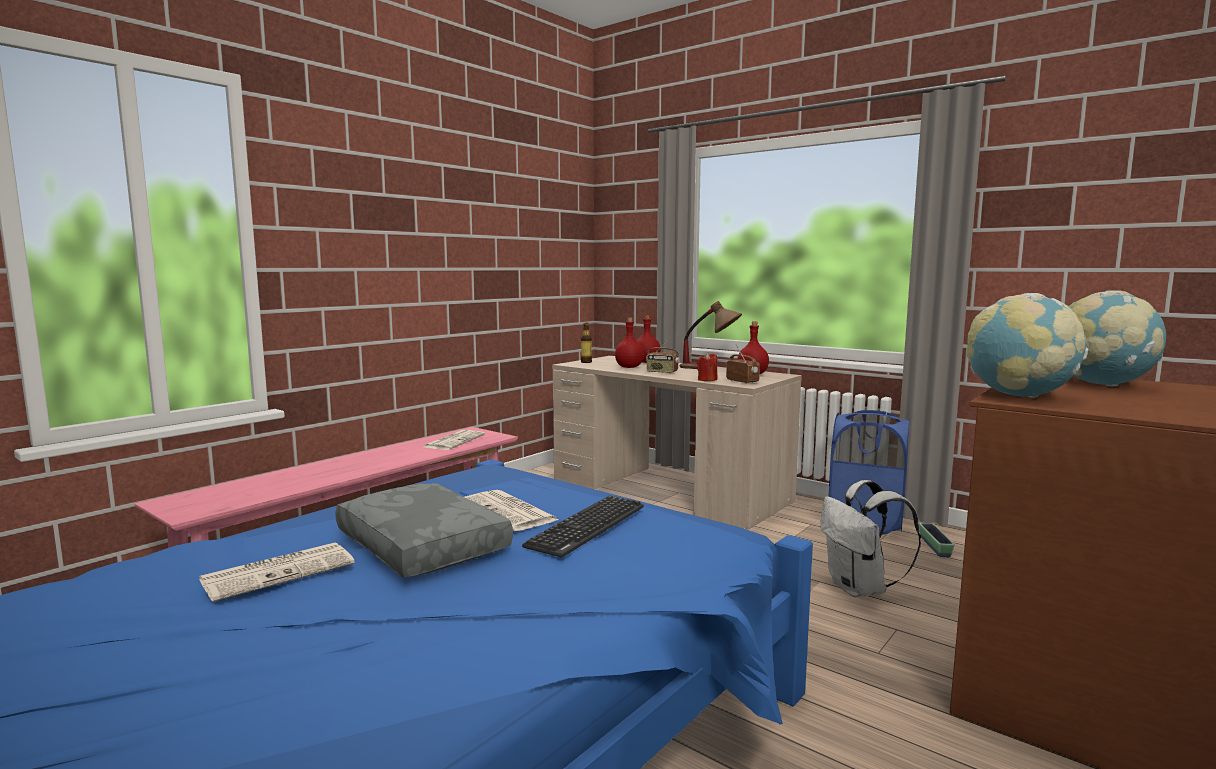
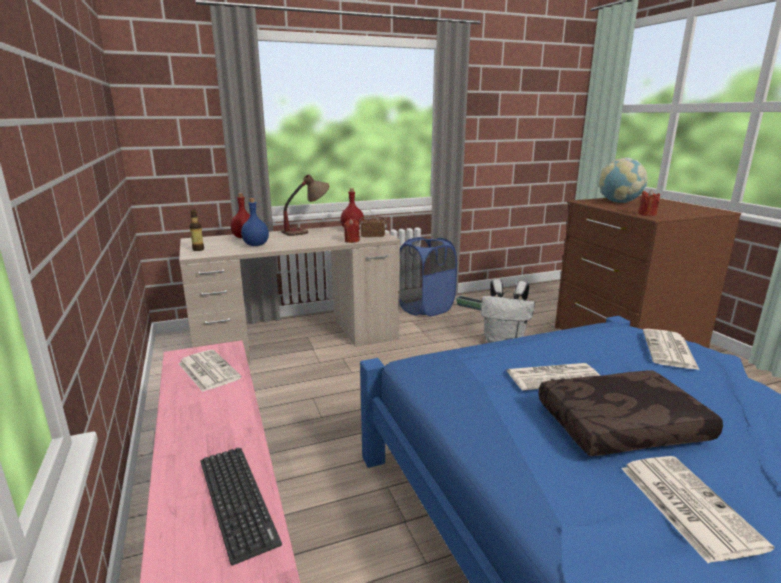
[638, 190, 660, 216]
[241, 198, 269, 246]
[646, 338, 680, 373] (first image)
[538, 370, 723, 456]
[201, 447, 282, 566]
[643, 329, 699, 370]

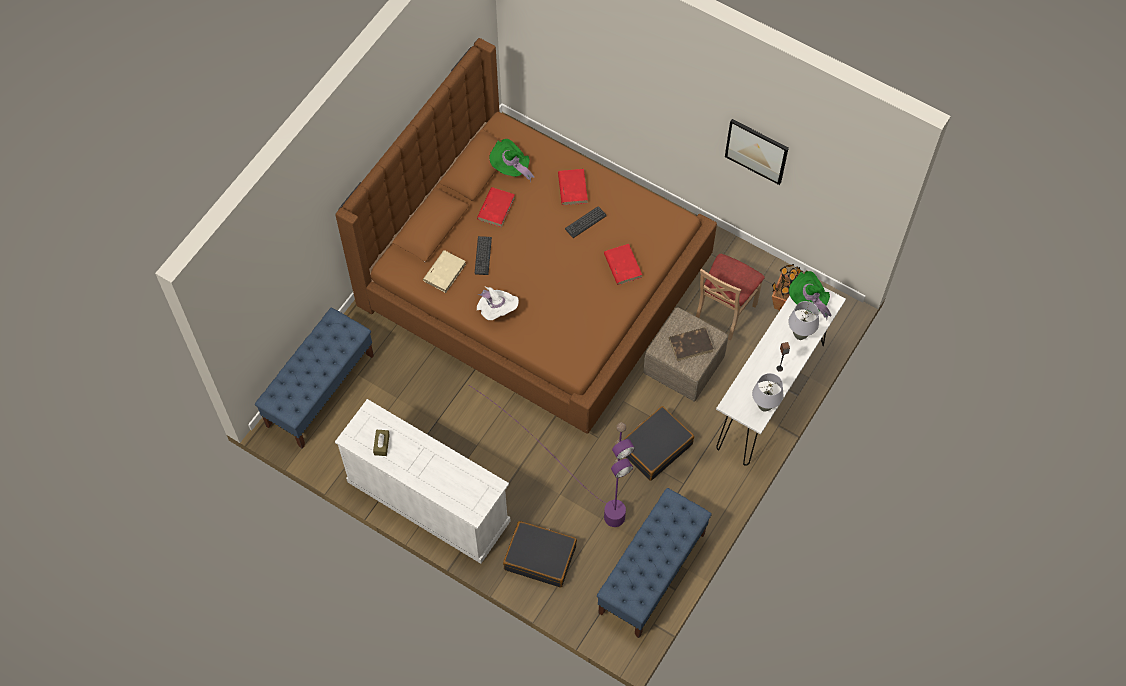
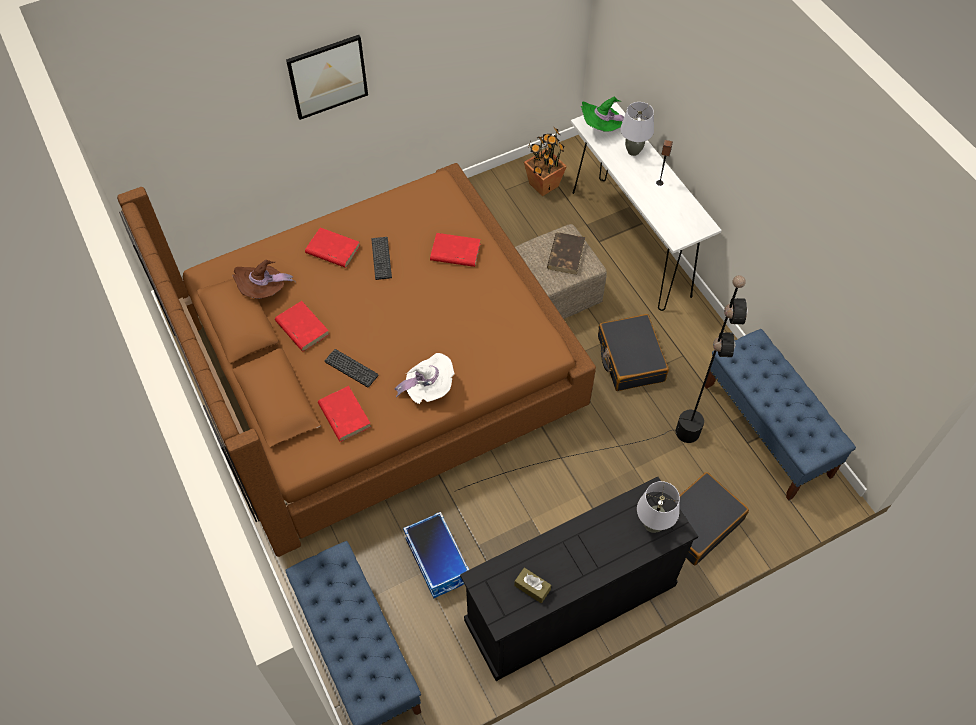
[286, 35, 368, 120]
[232, 260, 296, 298]
[318, 386, 371, 442]
[696, 254, 765, 340] (first image)
[637, 481, 680, 533]
[456, 275, 748, 491]
[460, 477, 698, 681]
[403, 512, 469, 598]

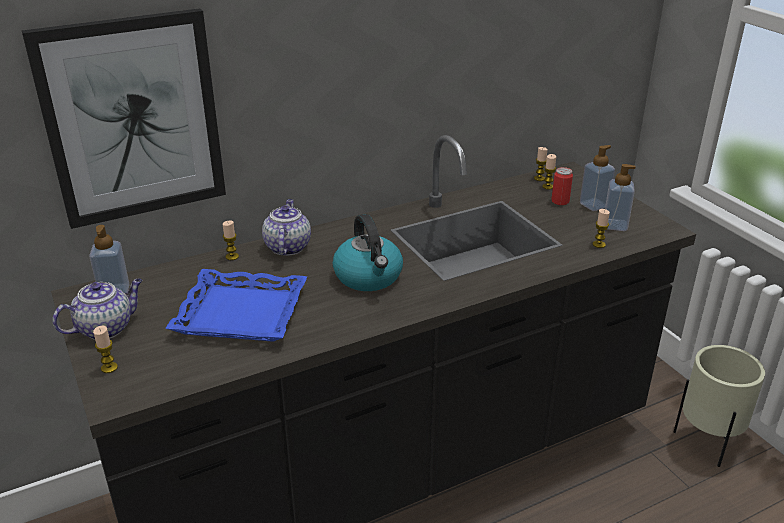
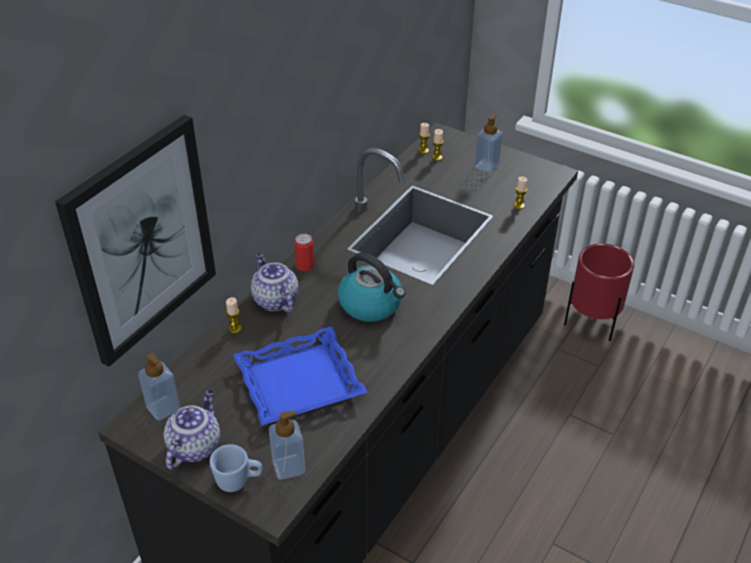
[269, 411, 305, 480]
[294, 233, 314, 271]
[210, 444, 262, 492]
[564, 244, 634, 341]

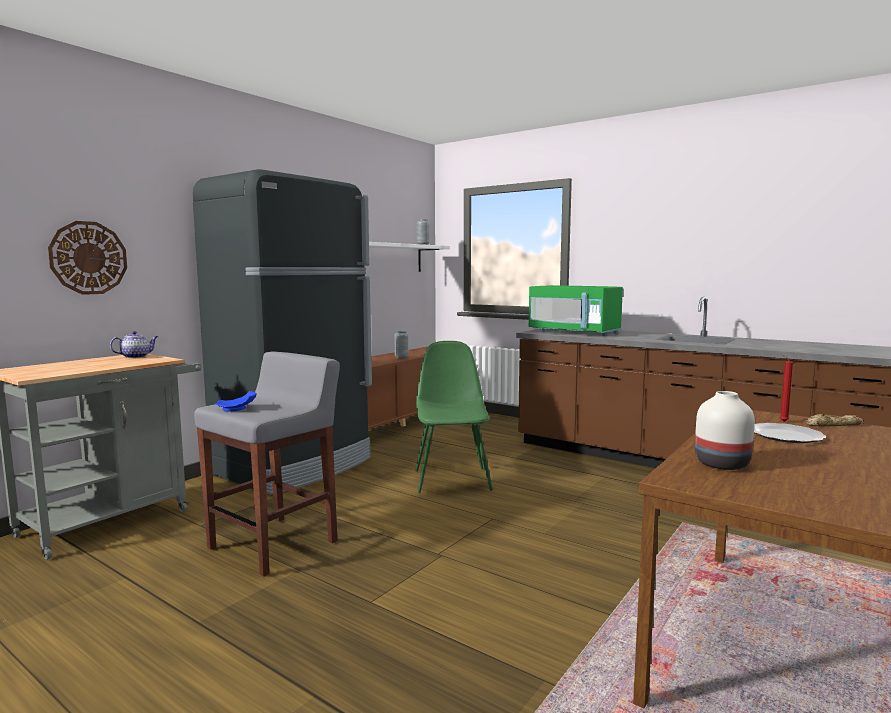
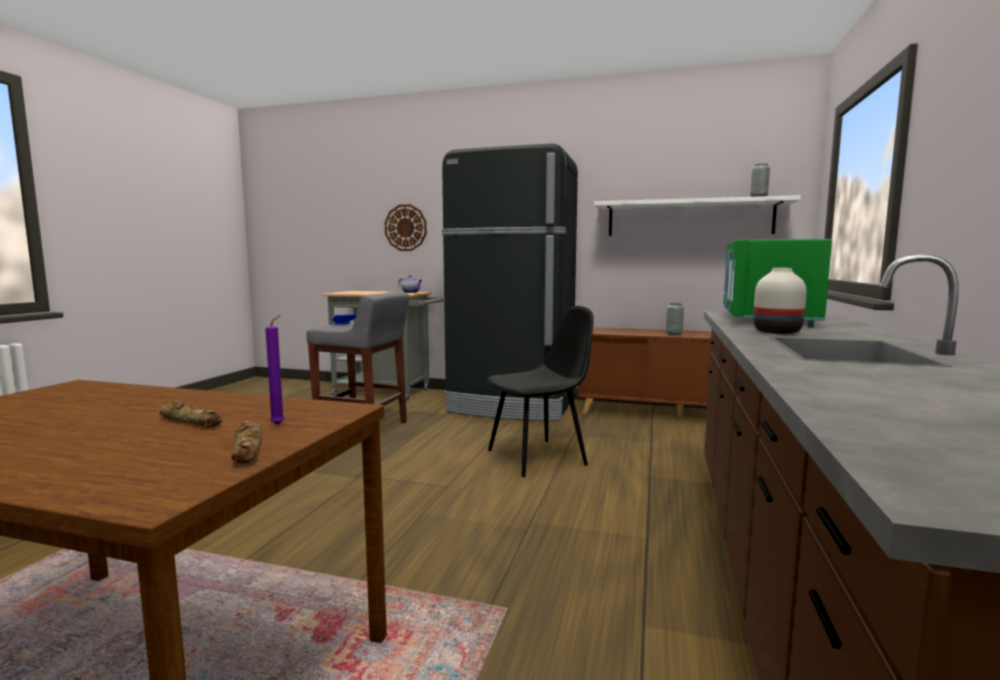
[487, 306, 594, 477]
[266, 315, 285, 425]
[753, 268, 807, 334]
[160, 401, 222, 427]

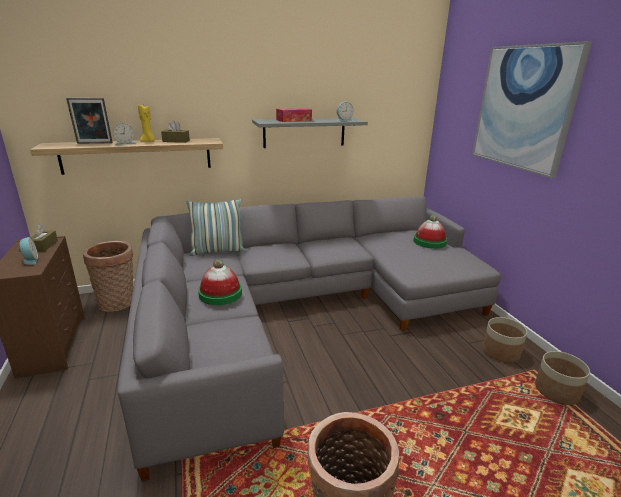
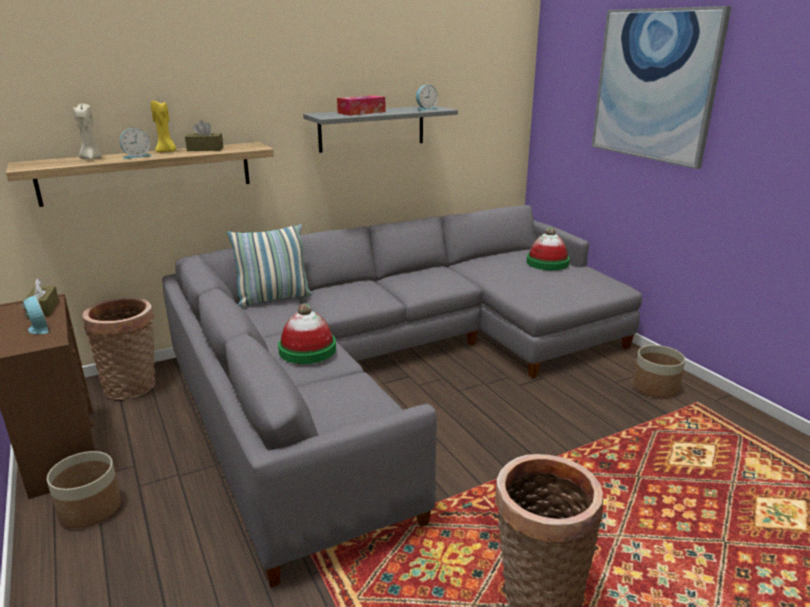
[73, 104, 102, 159]
[47, 451, 121, 529]

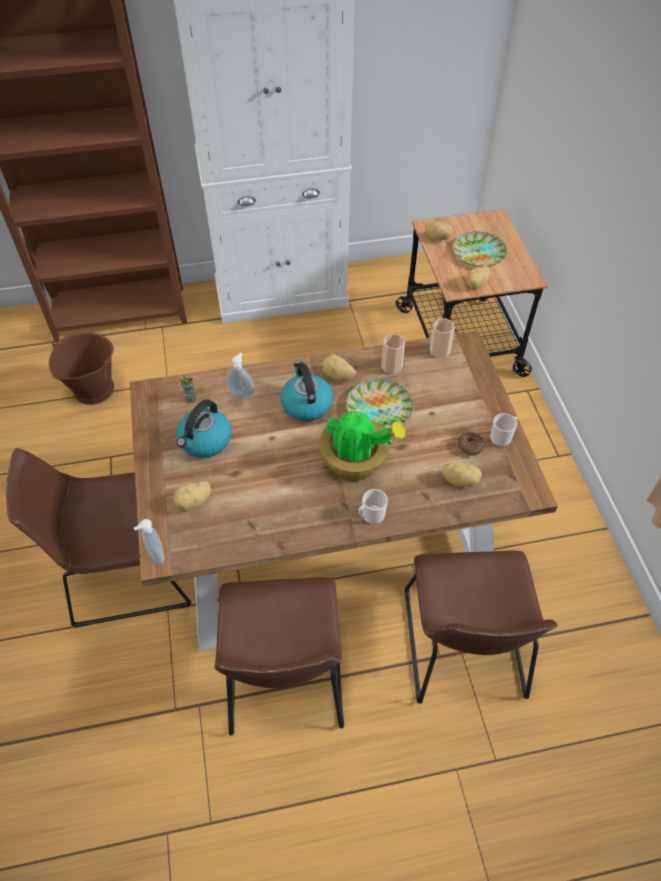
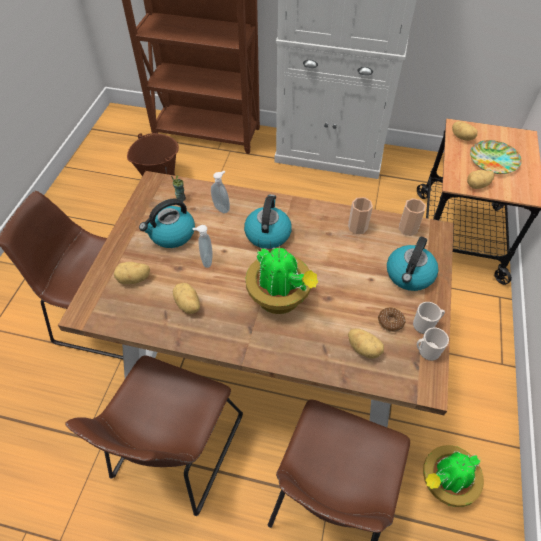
[173, 283, 200, 314]
[346, 379, 414, 429] (first image)
[417, 327, 449, 361]
[193, 225, 212, 268]
[387, 237, 439, 291]
[423, 445, 484, 507]

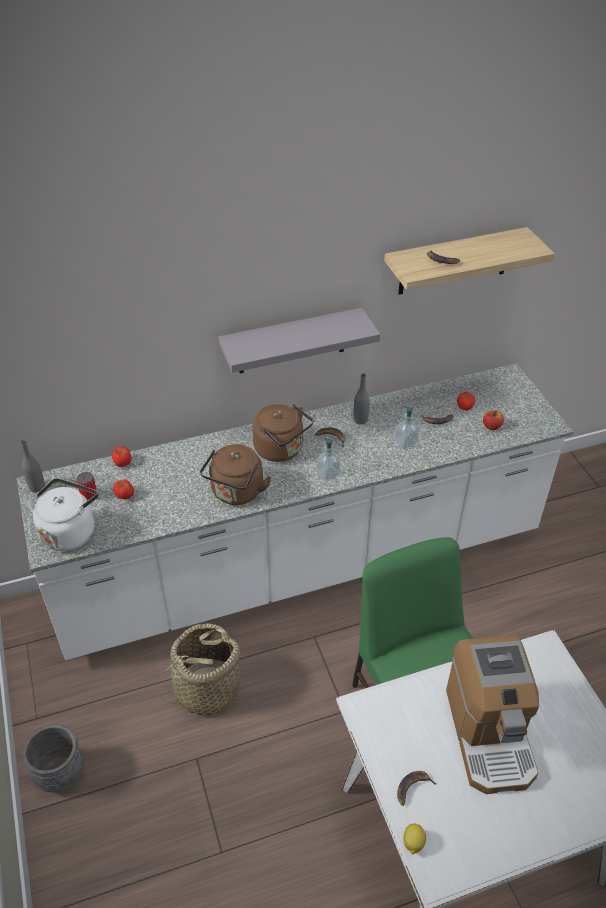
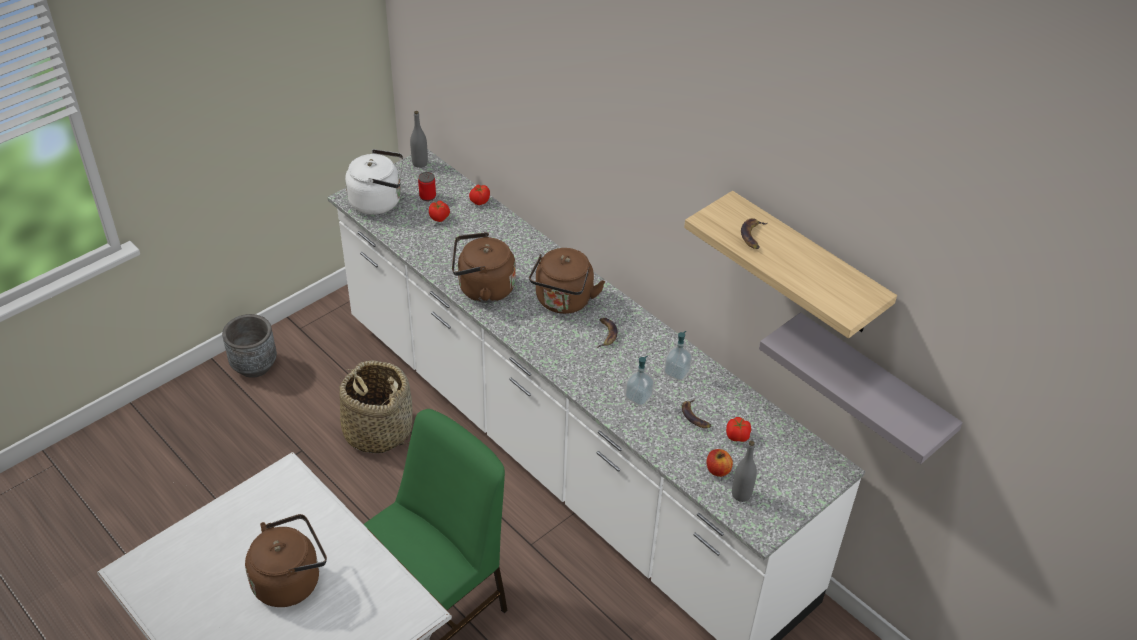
[759, 312, 963, 464]
[732, 441, 757, 502]
[664, 331, 692, 381]
[245, 514, 327, 607]
[397, 771, 437, 806] (first image)
[403, 824, 426, 854] (first image)

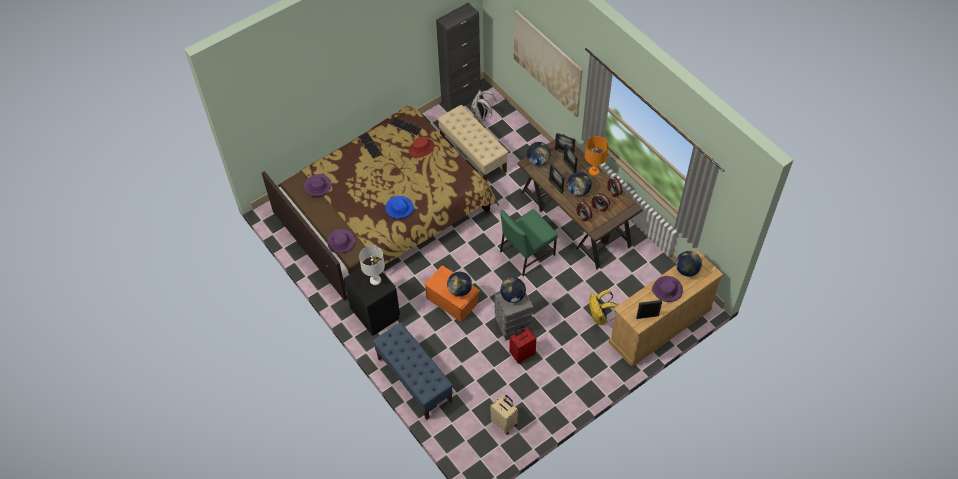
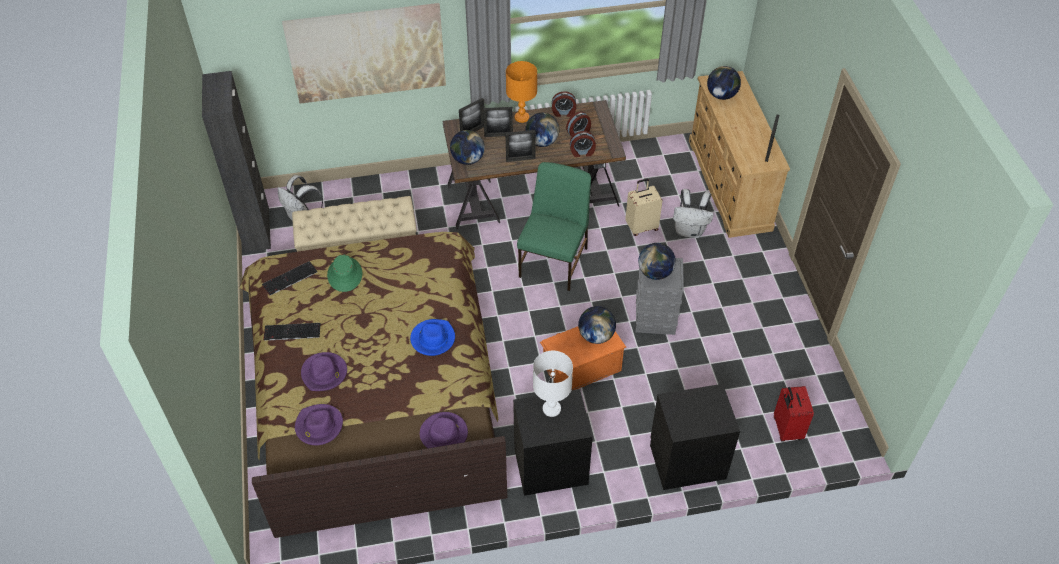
[327, 255, 362, 292]
[517, 162, 591, 291]
[301, 352, 347, 391]
[673, 189, 714, 238]
[650, 384, 740, 490]
[774, 386, 814, 442]
[625, 179, 663, 236]

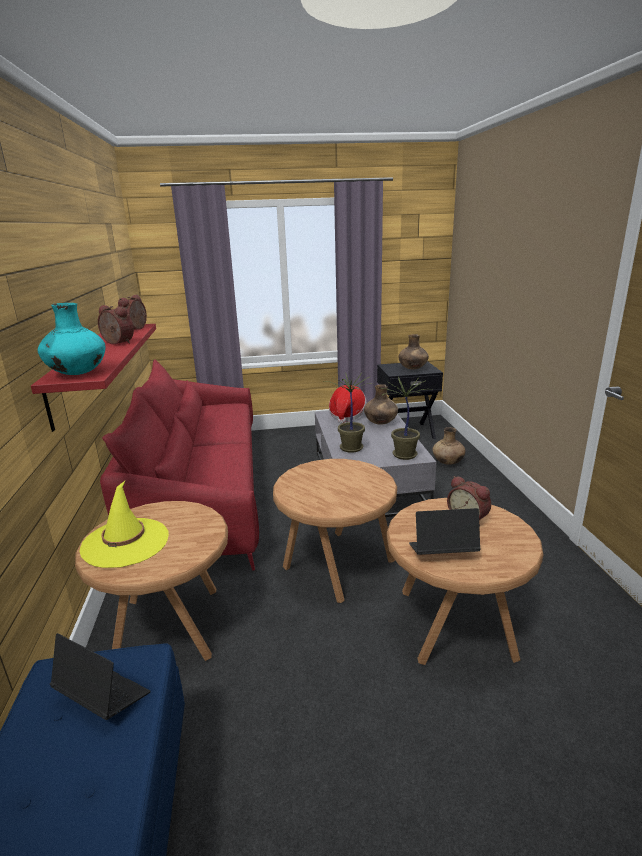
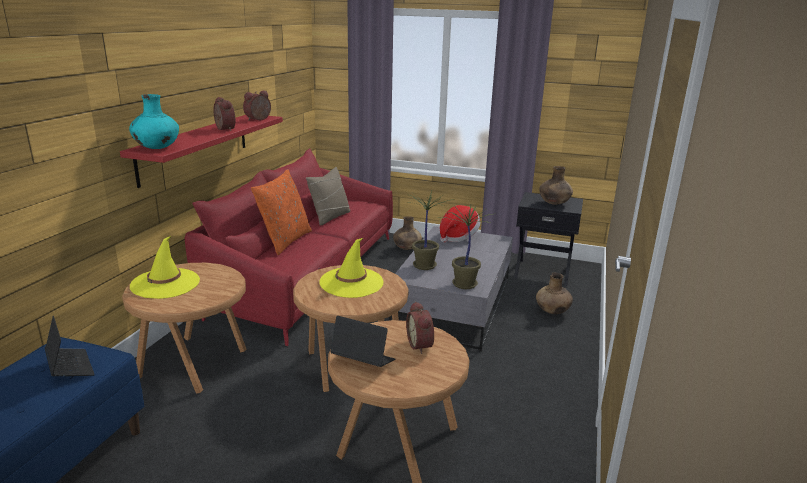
[393, 216, 422, 250]
[306, 167, 350, 226]
[251, 169, 312, 255]
[319, 238, 384, 298]

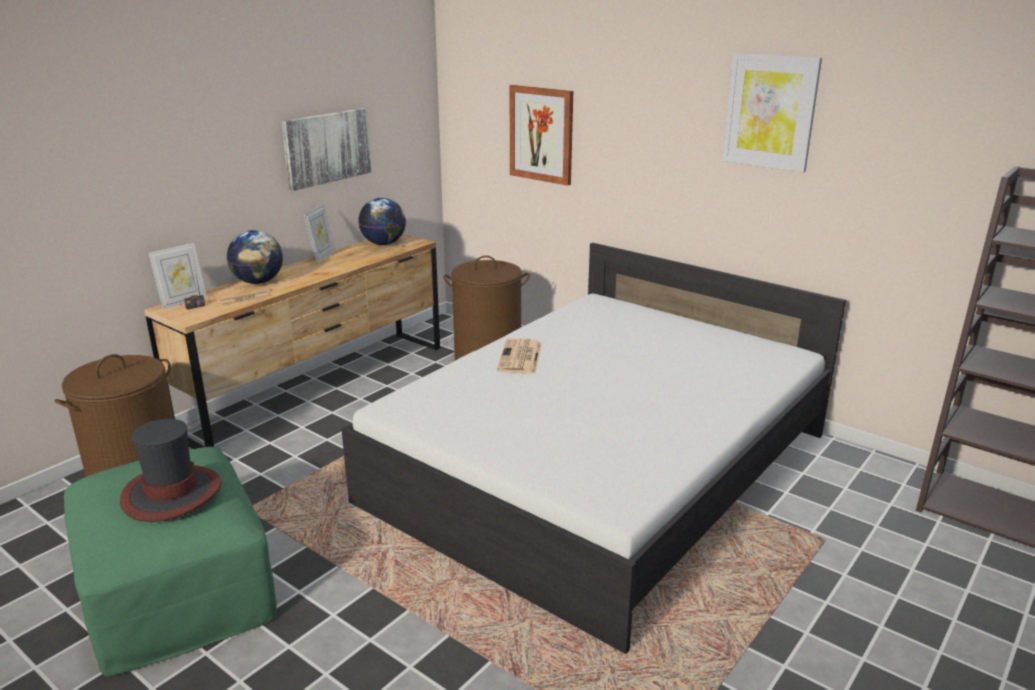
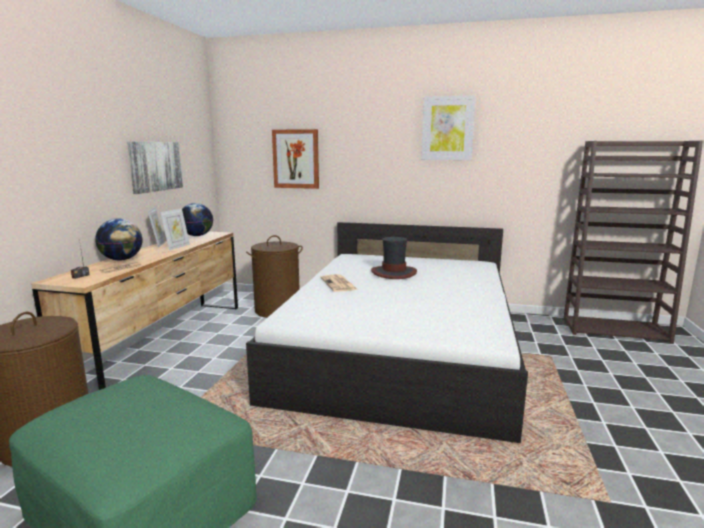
[160, 208, 190, 250]
[371, 237, 417, 279]

